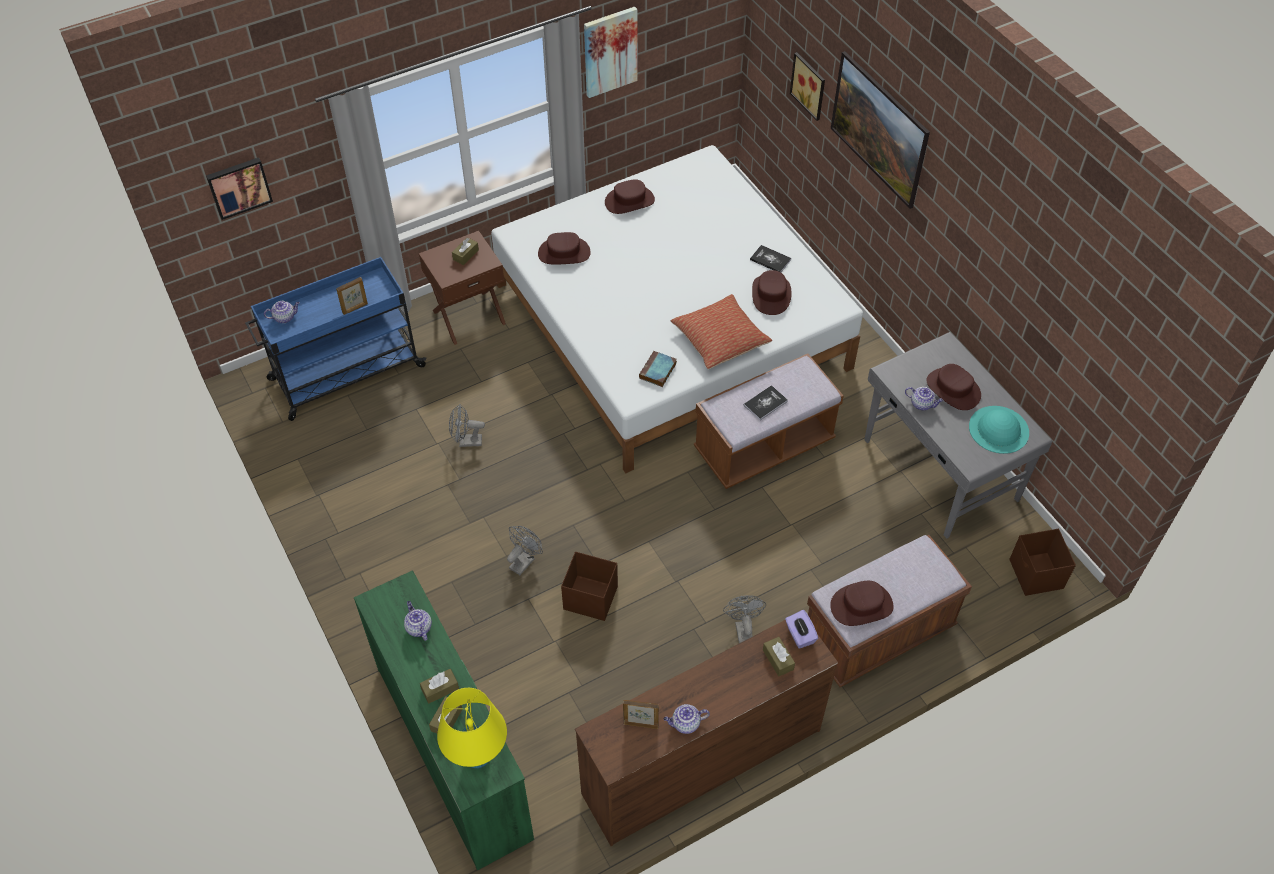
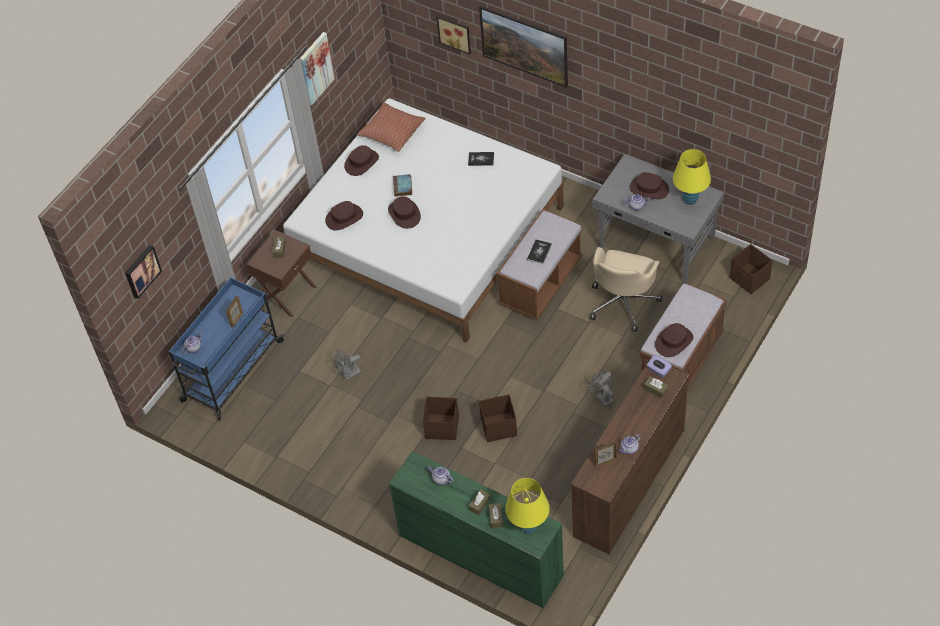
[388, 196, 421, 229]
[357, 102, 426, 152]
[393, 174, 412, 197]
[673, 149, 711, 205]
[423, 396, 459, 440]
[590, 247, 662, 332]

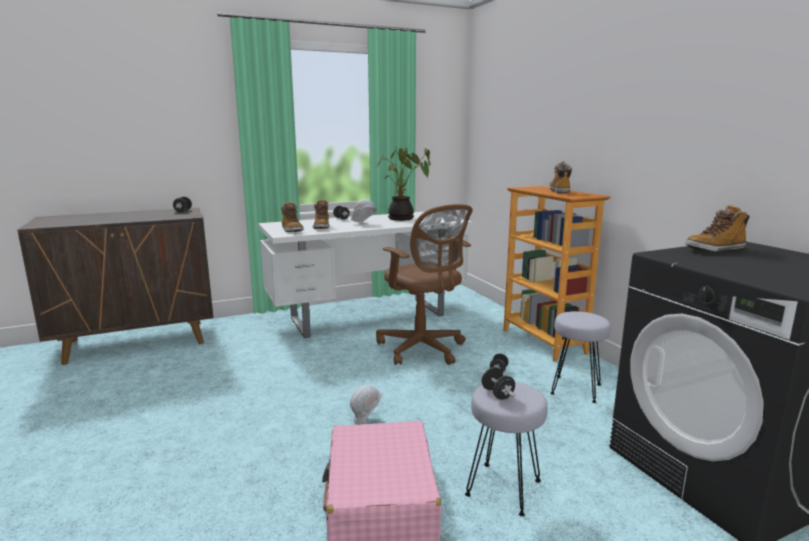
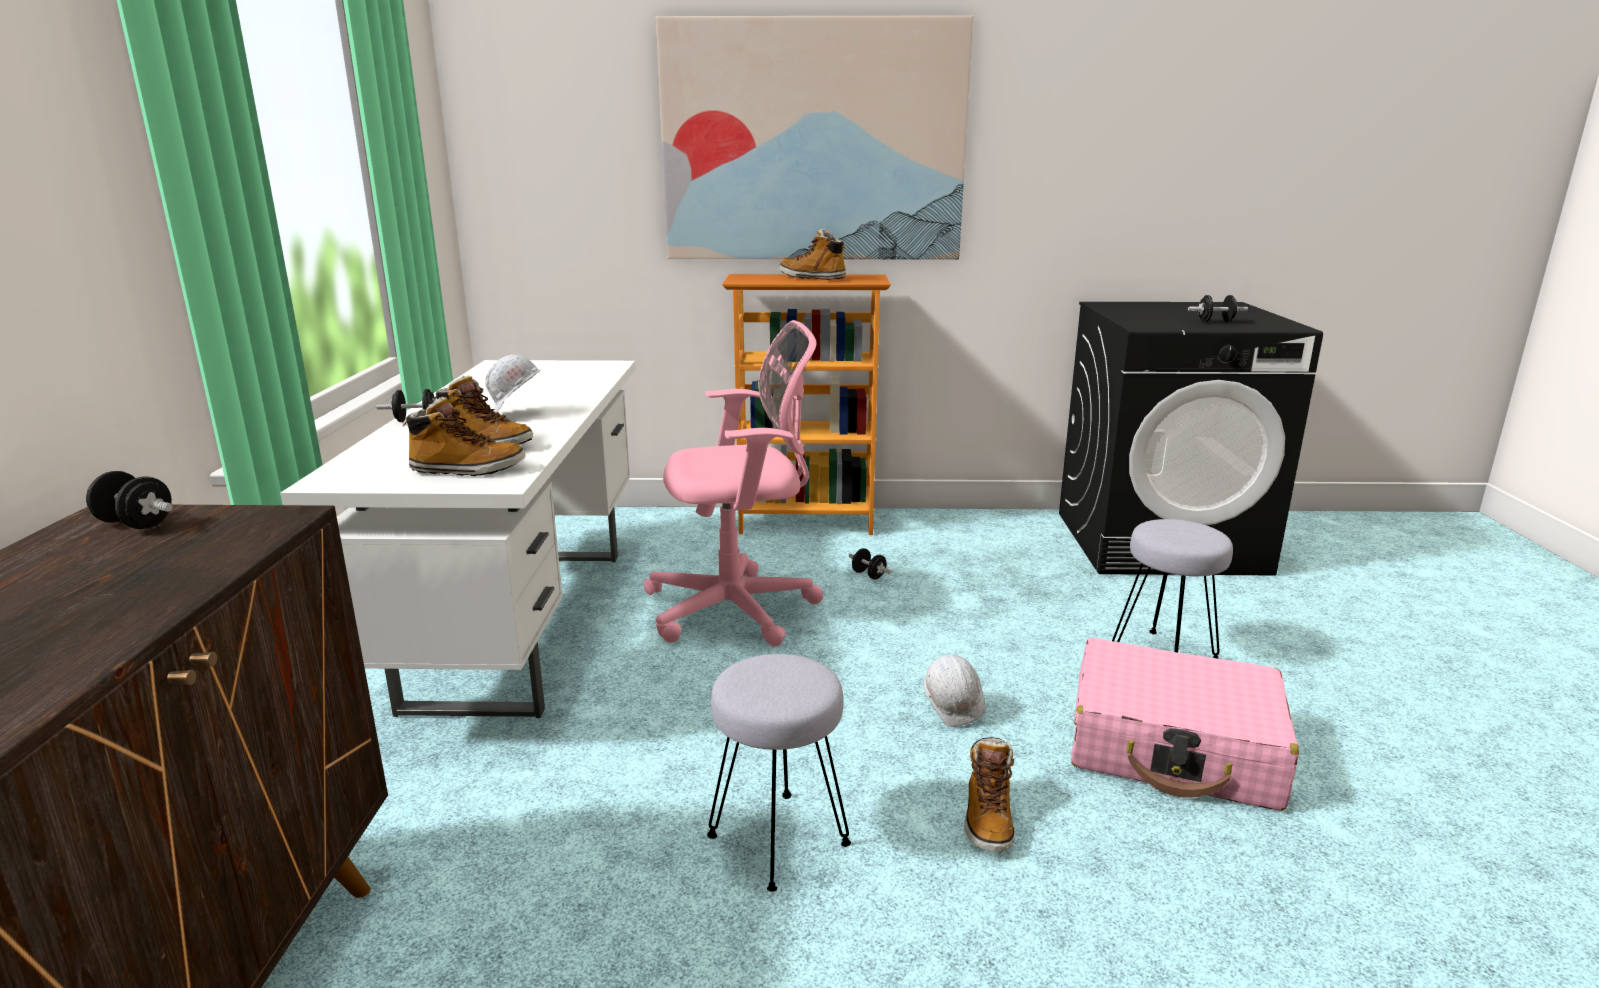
[377, 148, 430, 221] (first image)
[644, 320, 823, 646]
[964, 737, 1015, 853]
[707, 654, 851, 892]
[1188, 295, 1248, 322]
[656, 15, 973, 260]

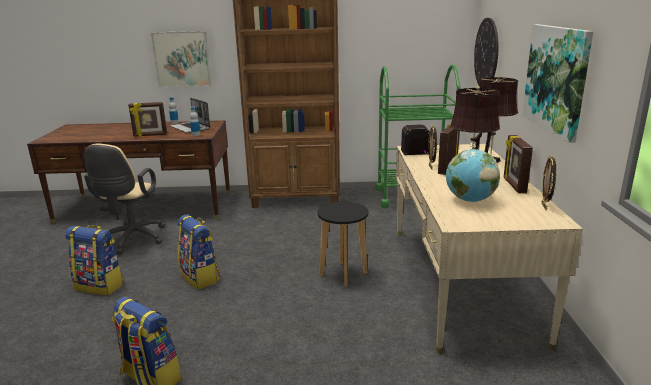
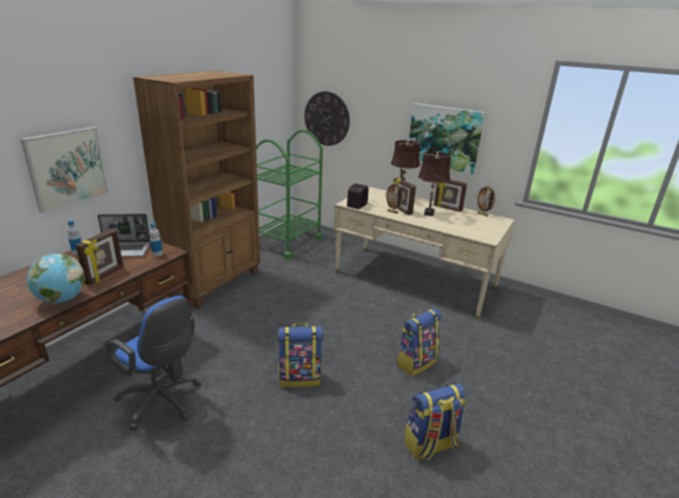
[107, 296, 201, 431]
[27, 254, 85, 304]
[318, 202, 368, 287] (first image)
[396, 308, 441, 376]

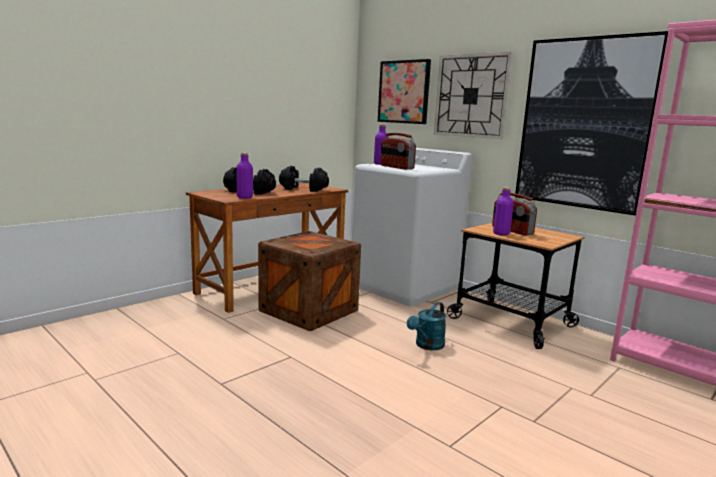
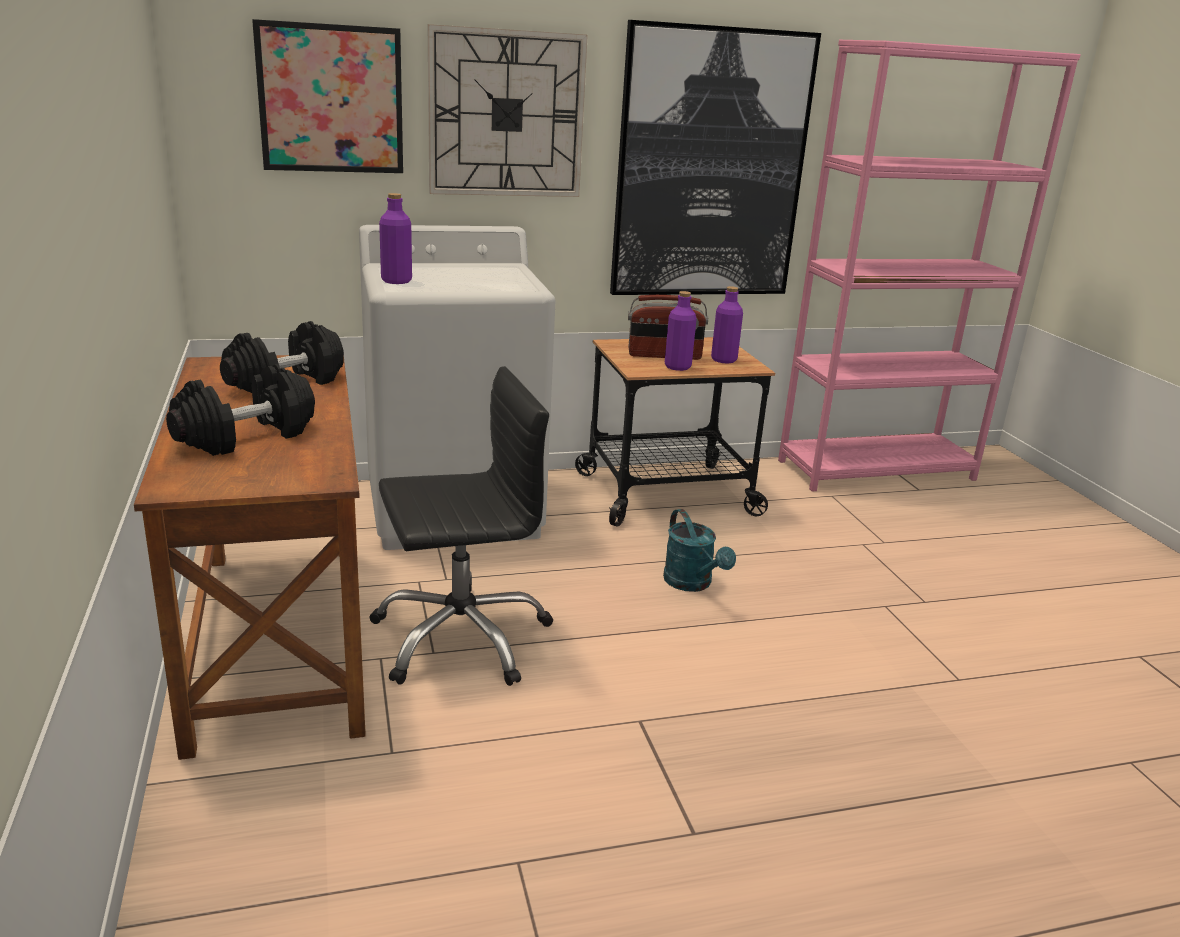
[380, 133, 416, 170] (first image)
[711, 286, 743, 364]
[370, 366, 553, 686]

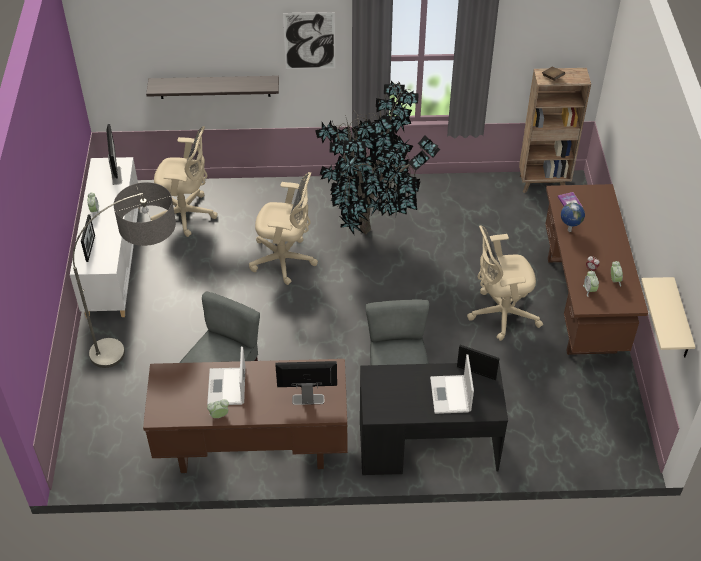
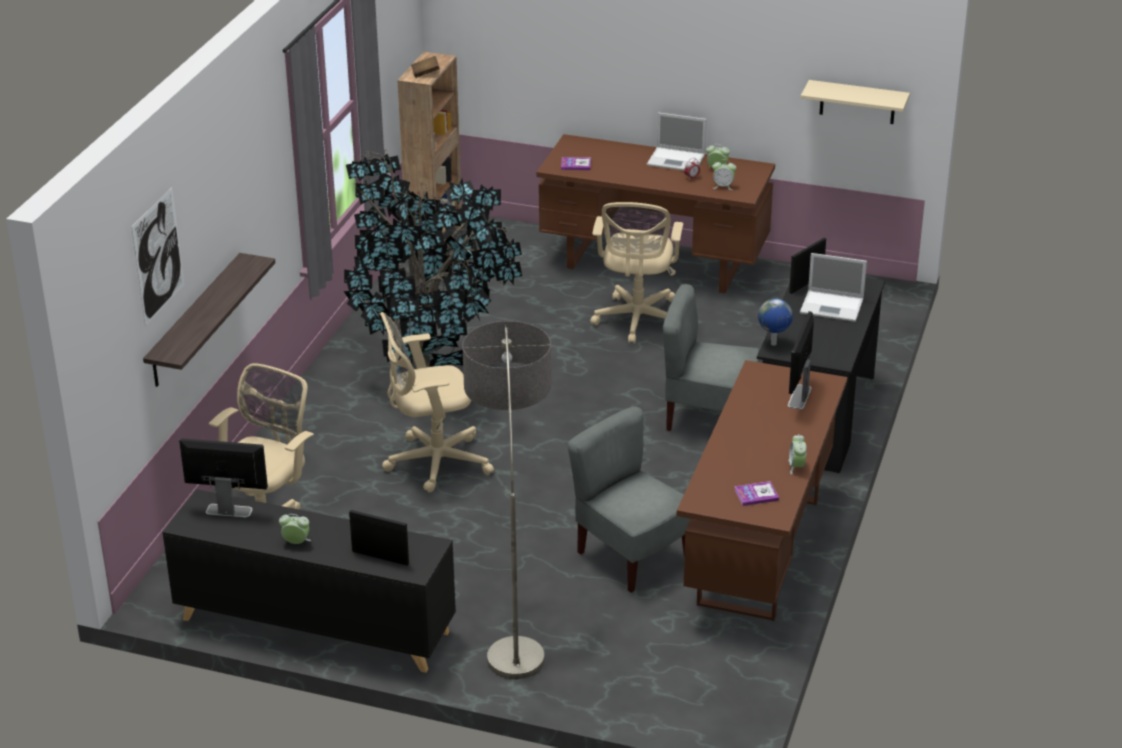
[132, 188, 184, 326]
[163, 489, 456, 673]
[380, 312, 494, 493]
[758, 298, 793, 346]
[647, 112, 707, 171]
[734, 481, 779, 506]

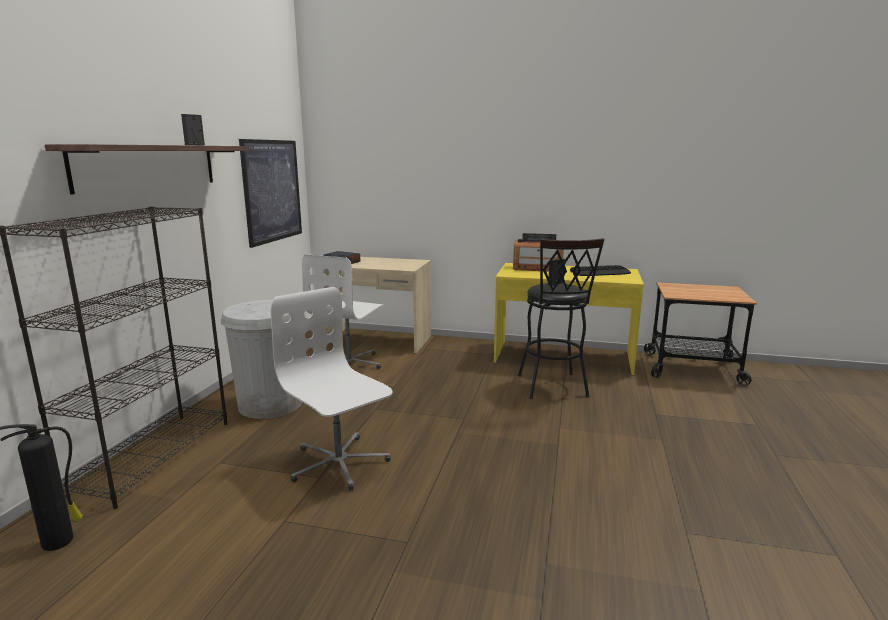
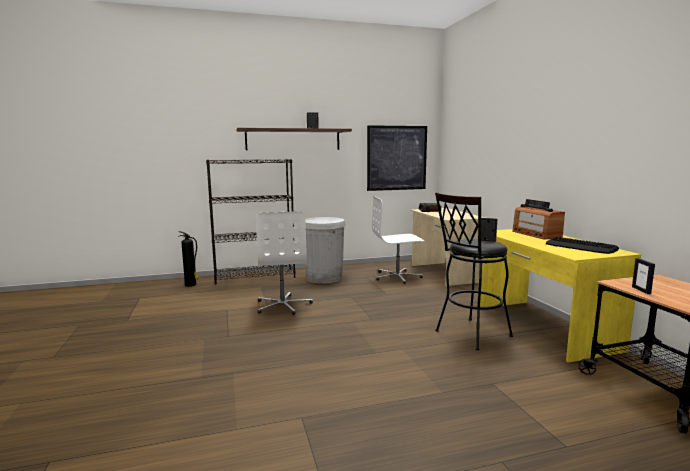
[256, 211, 313, 315]
[632, 258, 655, 294]

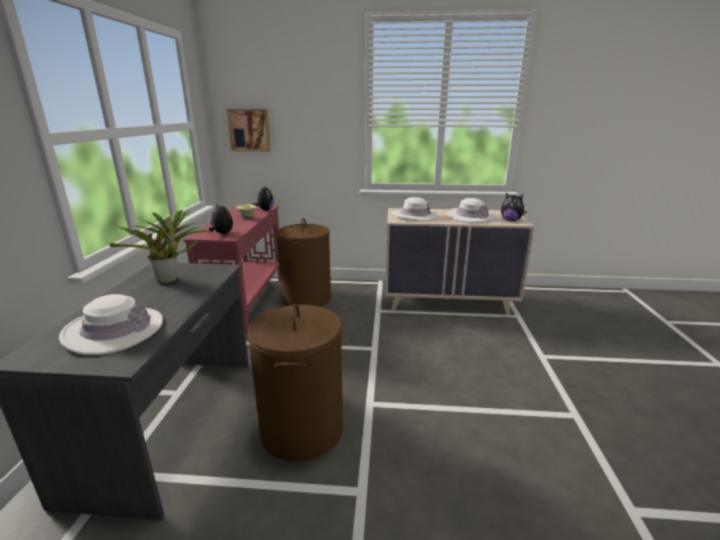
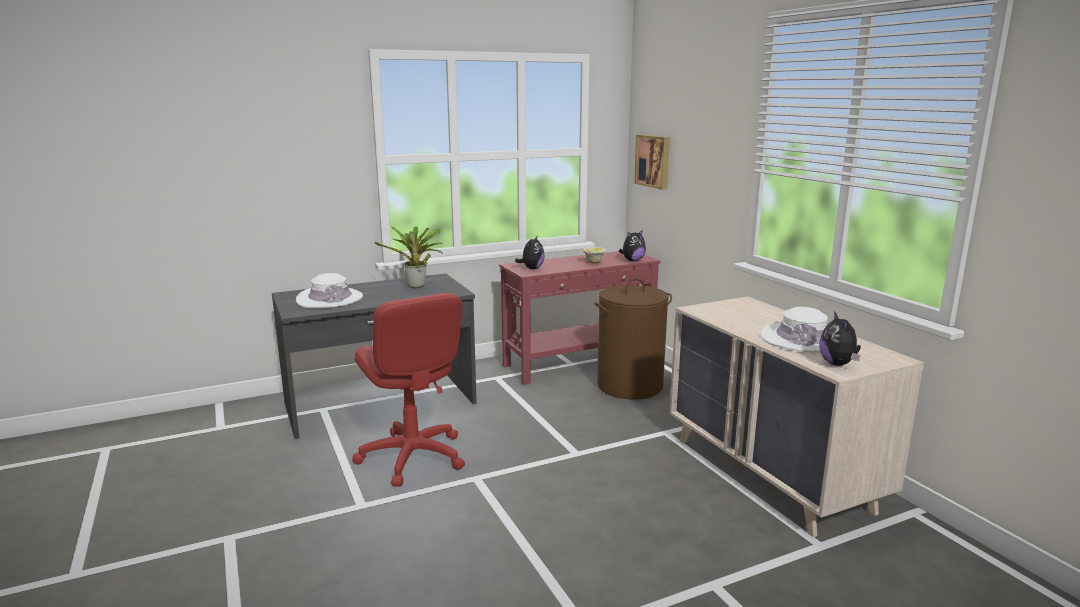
[392, 197, 438, 221] (first image)
[352, 293, 465, 487]

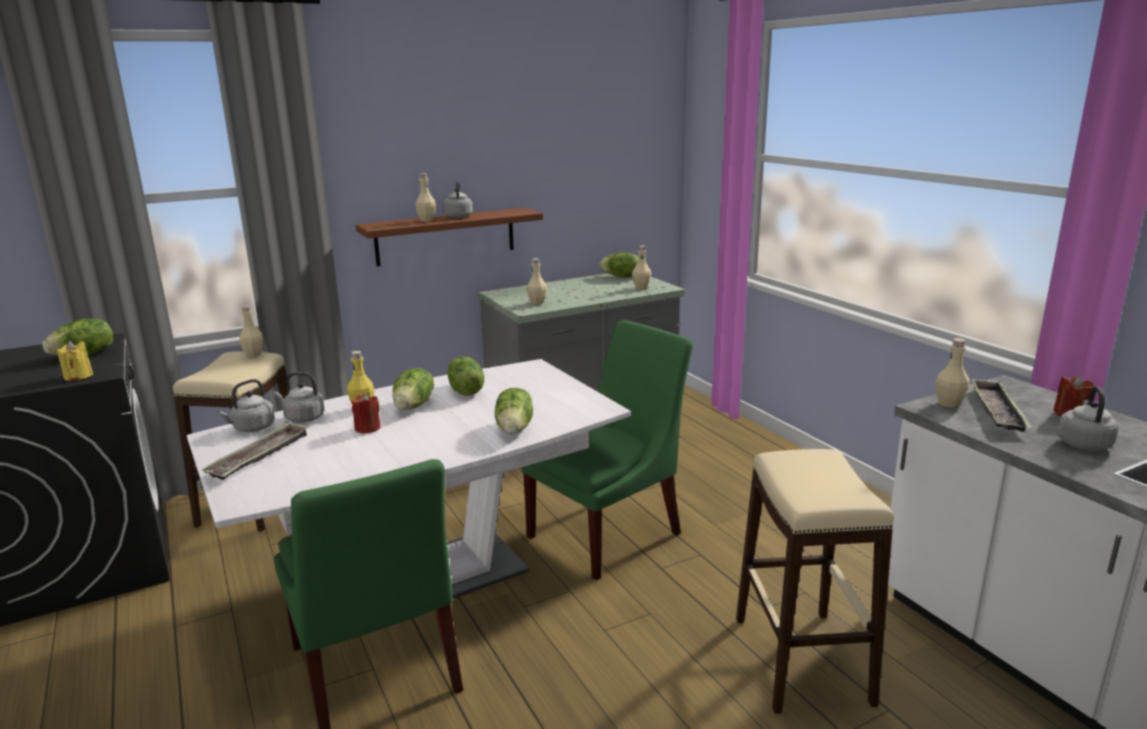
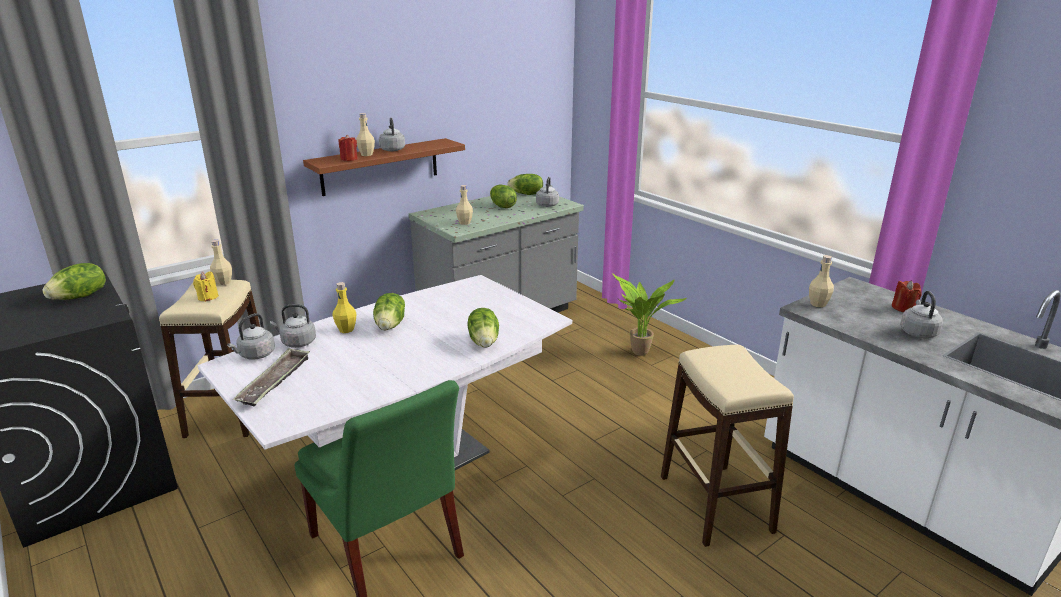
[536, 177, 559, 207]
[521, 320, 693, 581] (first image)
[193, 271, 219, 302]
[490, 184, 517, 208]
[970, 378, 1032, 432] (first image)
[339, 135, 358, 161]
[612, 273, 687, 356]

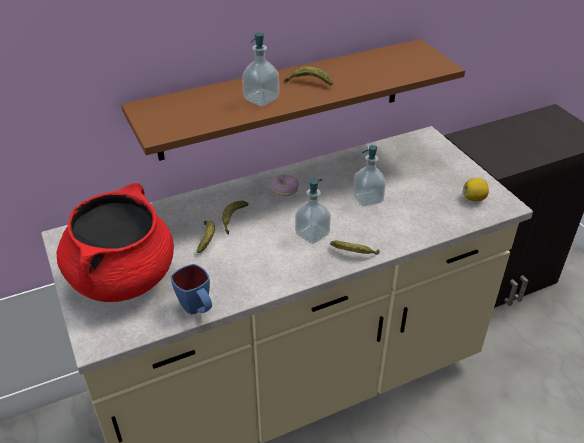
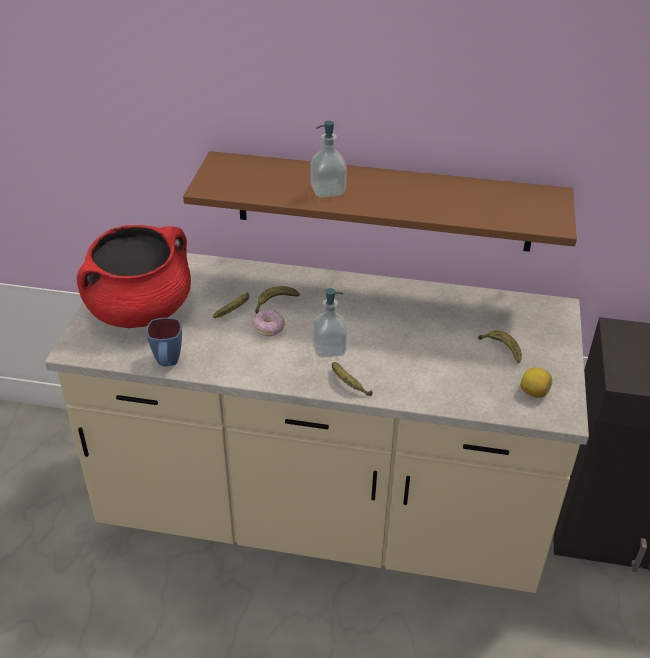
[478, 330, 522, 364]
[353, 145, 386, 206] (first image)
[252, 309, 285, 336]

